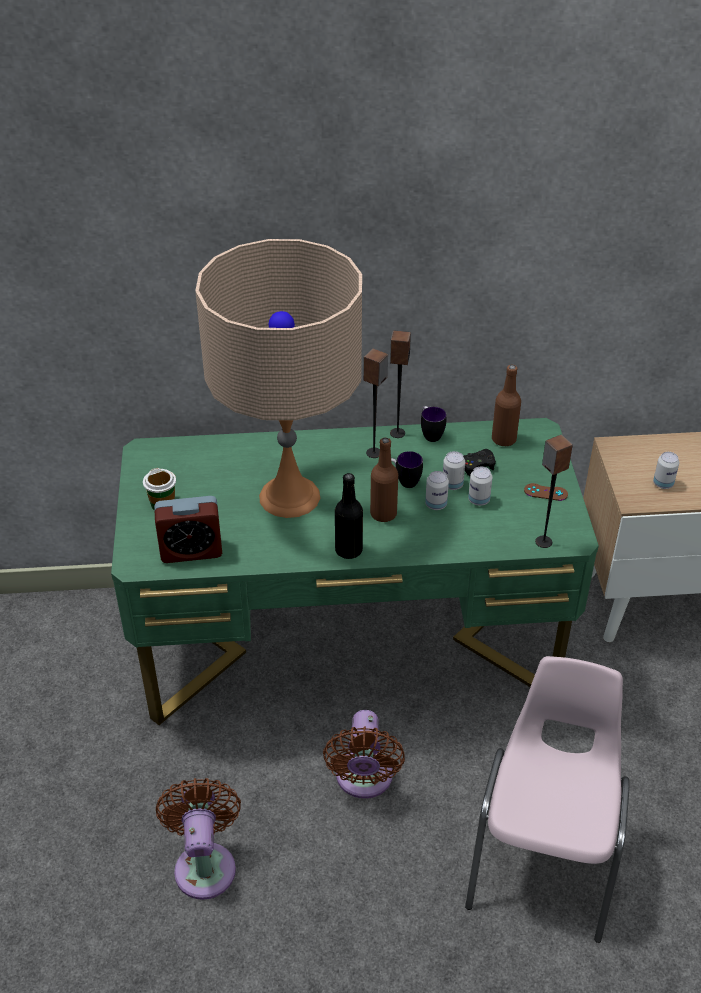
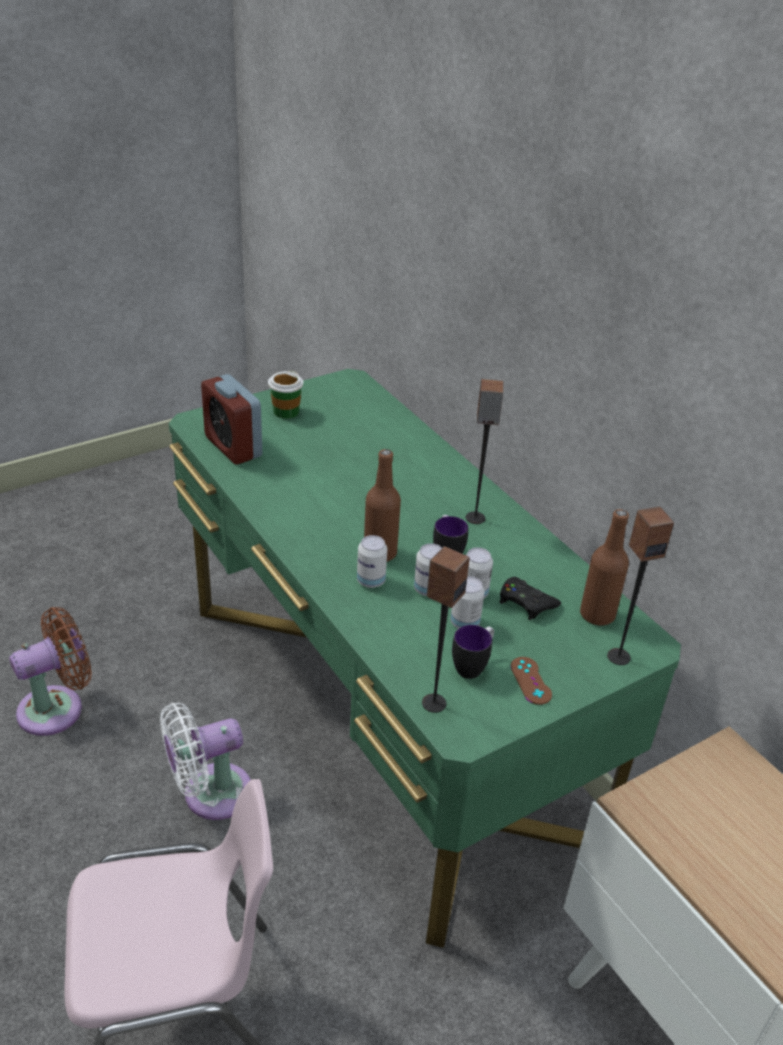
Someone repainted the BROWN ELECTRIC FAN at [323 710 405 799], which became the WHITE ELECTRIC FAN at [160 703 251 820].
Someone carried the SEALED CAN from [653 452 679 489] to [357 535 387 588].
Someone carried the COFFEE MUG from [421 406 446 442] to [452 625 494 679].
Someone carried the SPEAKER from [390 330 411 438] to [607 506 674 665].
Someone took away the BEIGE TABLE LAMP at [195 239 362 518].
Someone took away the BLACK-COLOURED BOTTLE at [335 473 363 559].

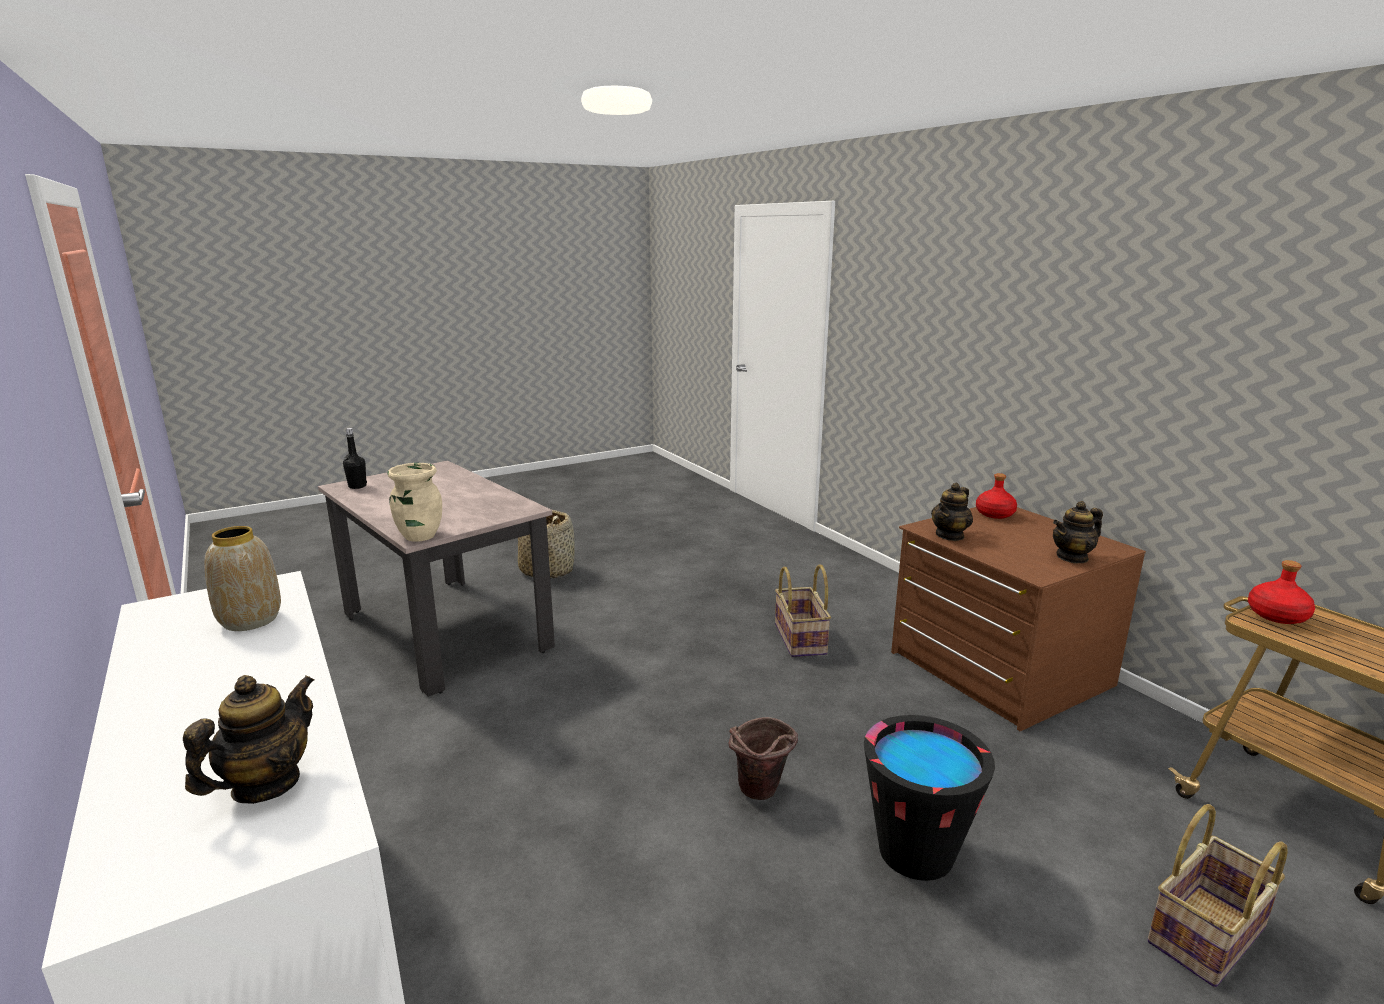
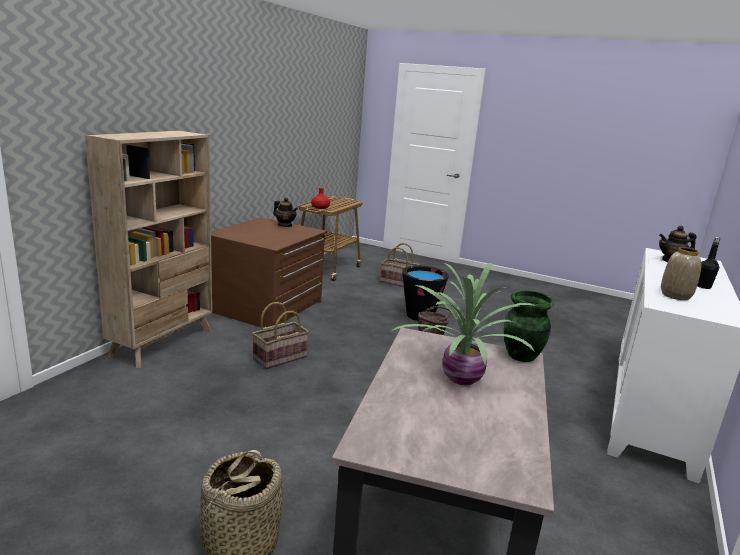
Someone put down the BEIGE SHELVING UNIT at [85 131 212 368].
Someone put down the POTTED PLANT at [390 263 536 385].
Someone repainted the BEIGE DECORATIVE VASE at [387 463 442 542], which became the GREEN-COLOURED DECORATIVE VASE at [504 290 554 362].
Someone carried the BLACK-COLOURED BOTTLE from [343 428 367 489] to [697 237 721 289].
Someone took away the TEAPOT at [931 483 973 541].
Someone took away the RED-COLOURED BOTTLE at [976 473 1017 519].

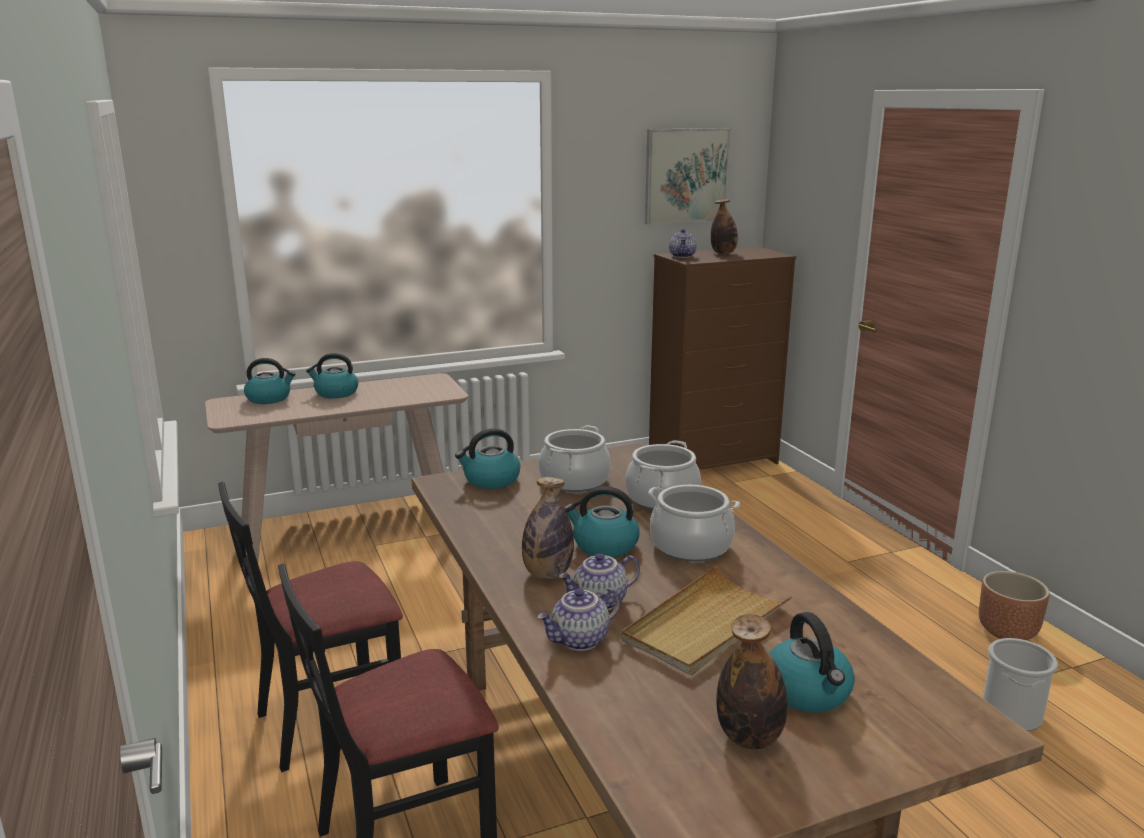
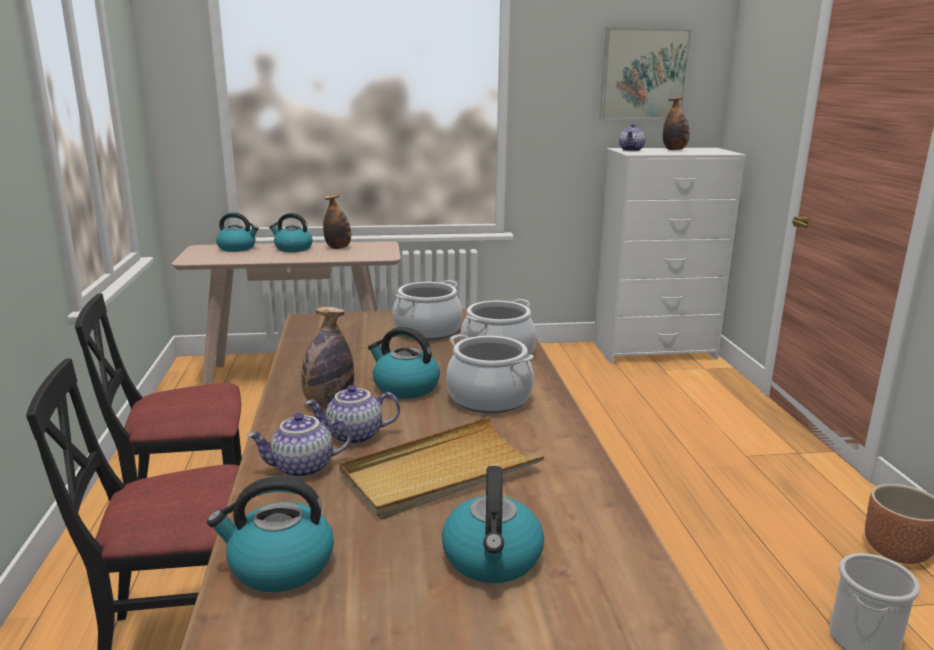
Someone carried the WATER KETTLE from [455 428 520 489] to [207 477 334 592].
Someone carried the BOTTLE from [716 614 788 749] to [323 194 351 249].
Someone repainted the BROWN DRAWER CHEST at [649 247 796 470], which became the WHITE DRAWER CHEST at [594 148 746 364].

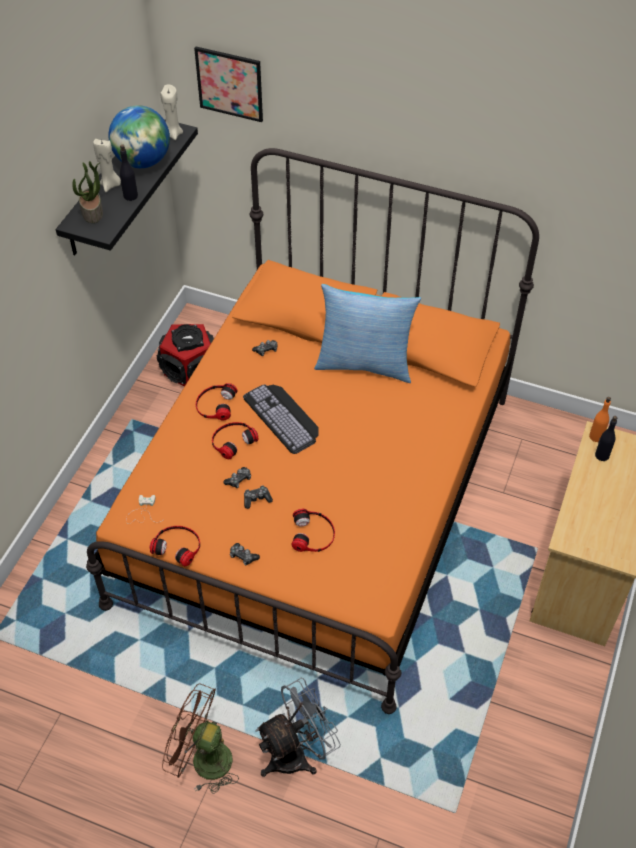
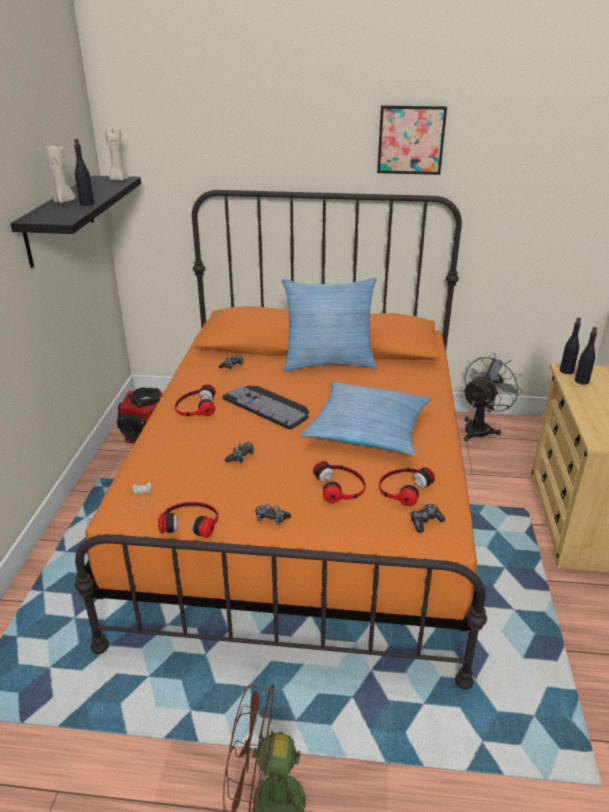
Someone put down the THROW PILLOW at [301 382 432 455].
Someone carried the WALL ART from [194 47 263 122] to [377 105 447 175].
Someone carried the HEADSET from [212 422 258 459] to [379 467 435 506].
Someone carried the GAME CONTROLLER from [244 485 273 509] to [411 504 445 533].
Someone carried the GREY ELECTRIC FAN from [255 678 341 777] to [463 353 523 442].
Someone repainted the ORANGE BOTTLE at [589 397 611 442], which became the BLACK-COLOURED BOTTLE at [560 318 581 374].
Someone took away the POTTED PLANT at [73 161 103 223].
Someone took away the GLOBE at [108 105 170 168].

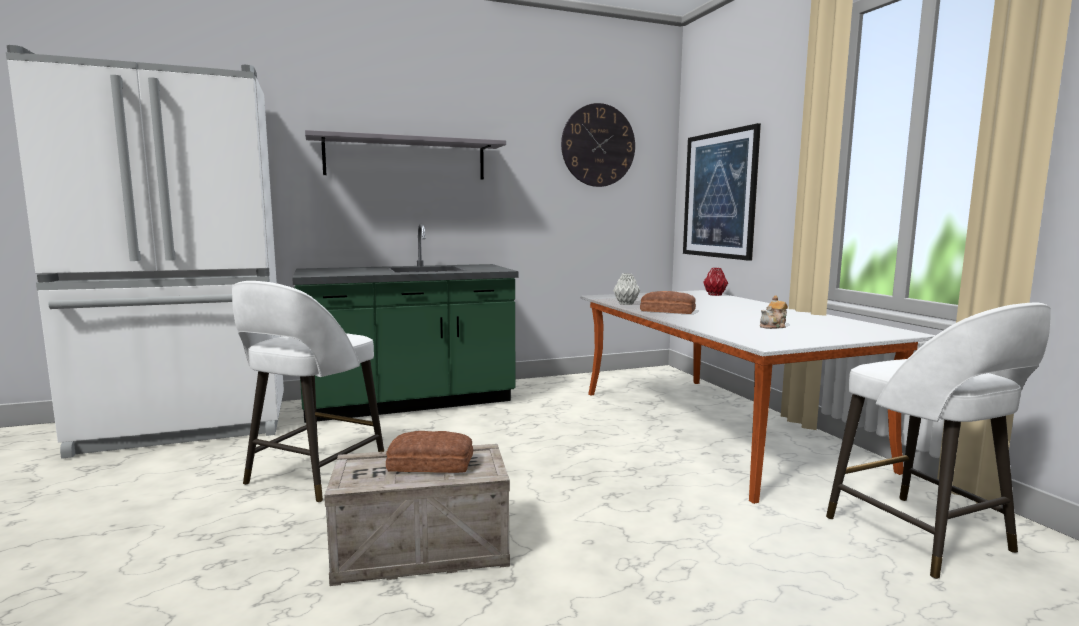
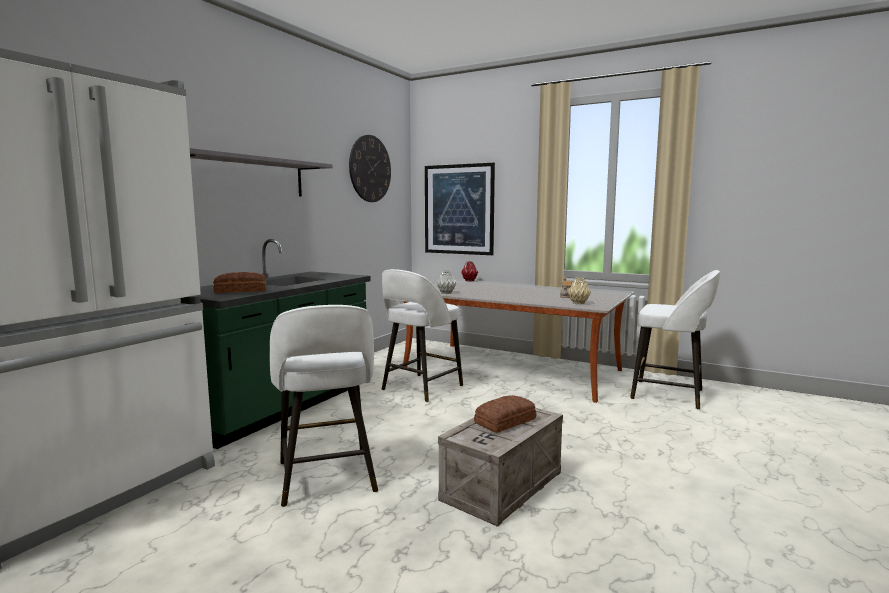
Someone carried the BAKERY BREAD from [640 291 696 314] to [213 272 266 293].
Someone put down the WHITE SITTING STOOL at [382 269 463 402].
Someone put down the BEIGE DECORATIVE VASE at [568 278 591 304].

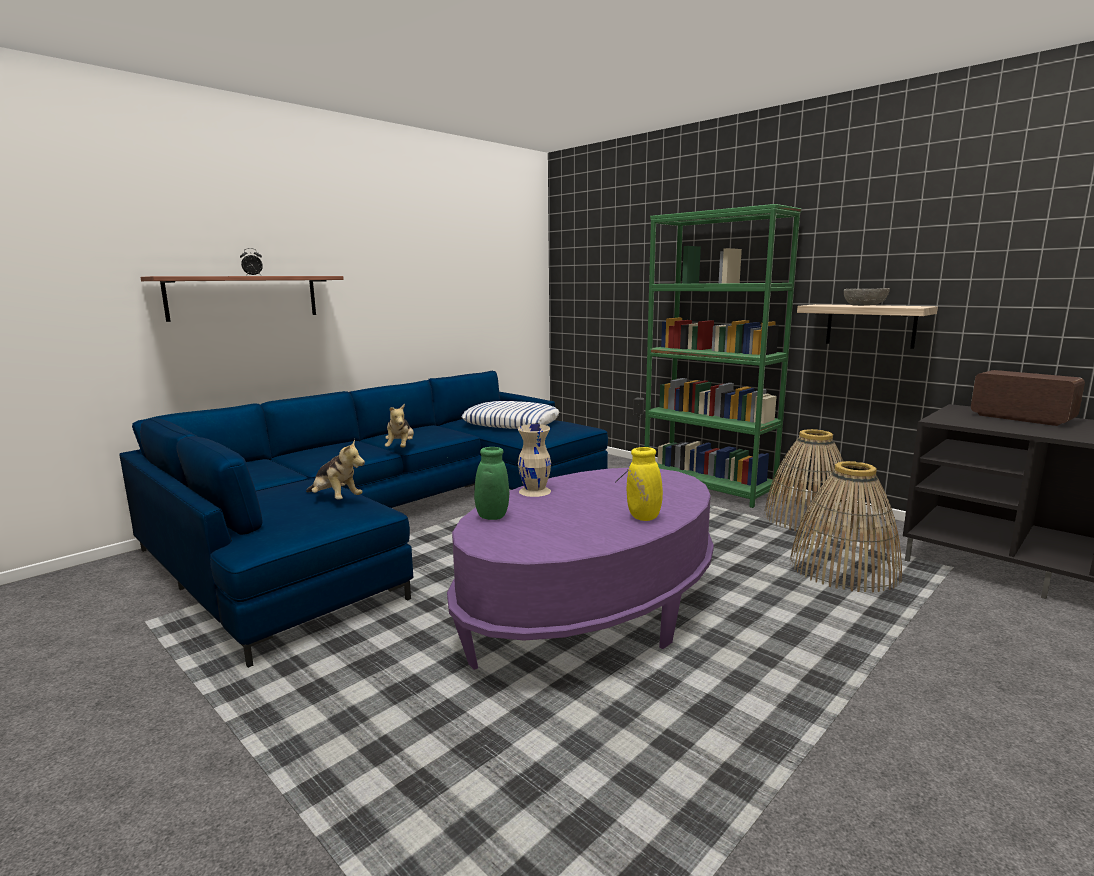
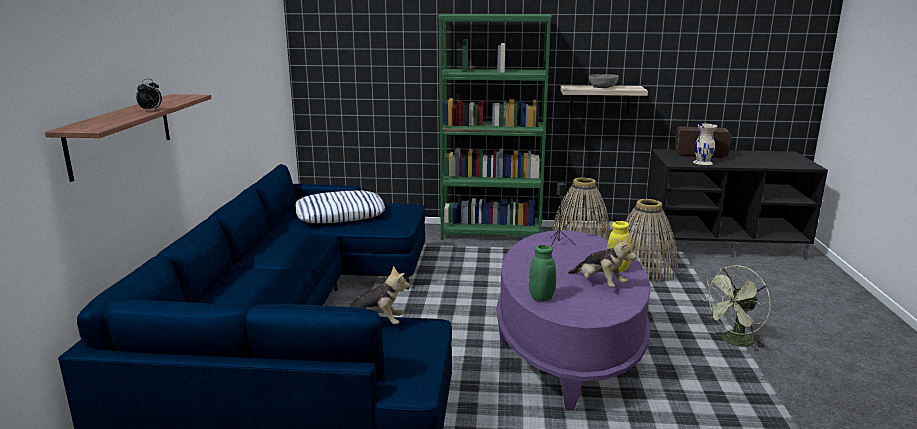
Someone carried the SOFT TOY from [385 404 414 447] to [568 237 636 287].
Someone carried the BEIGE DECORATIVE VASE from [518 424 551 497] to [693 123 718 165].
Someone put down the GREEN-COLOURED ELECTRIC FAN at [702 265 771 352].

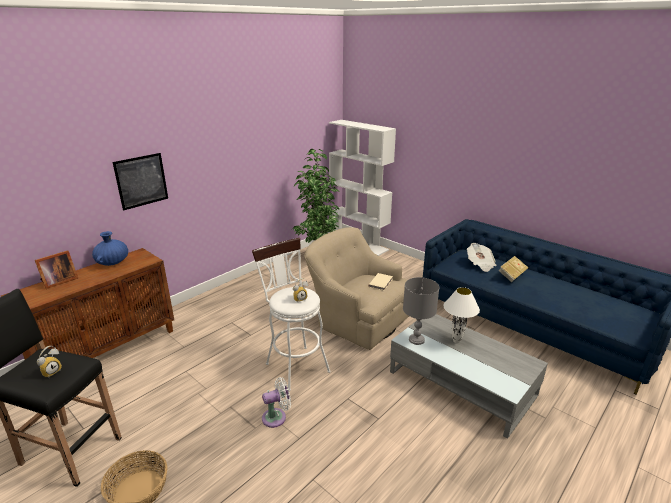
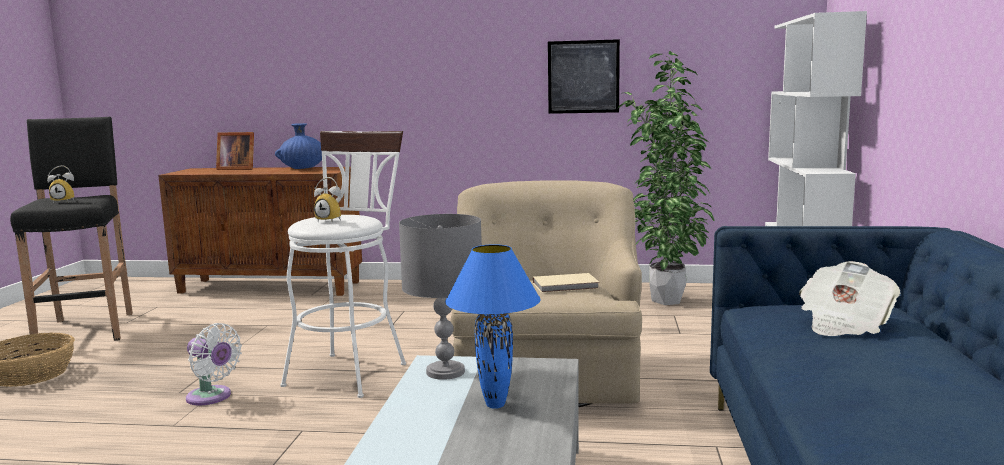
Someone repainted the WHITE TABLE LAMP at [444 287 480 343], which became the BLUE-COLOURED TABLE LAMP at [445 244 541 409].
Someone carried the WALL ART from [113 153 168 210] to [548 39 620 114].
Someone took away the BOUND BOOK at [498 256 528 282].

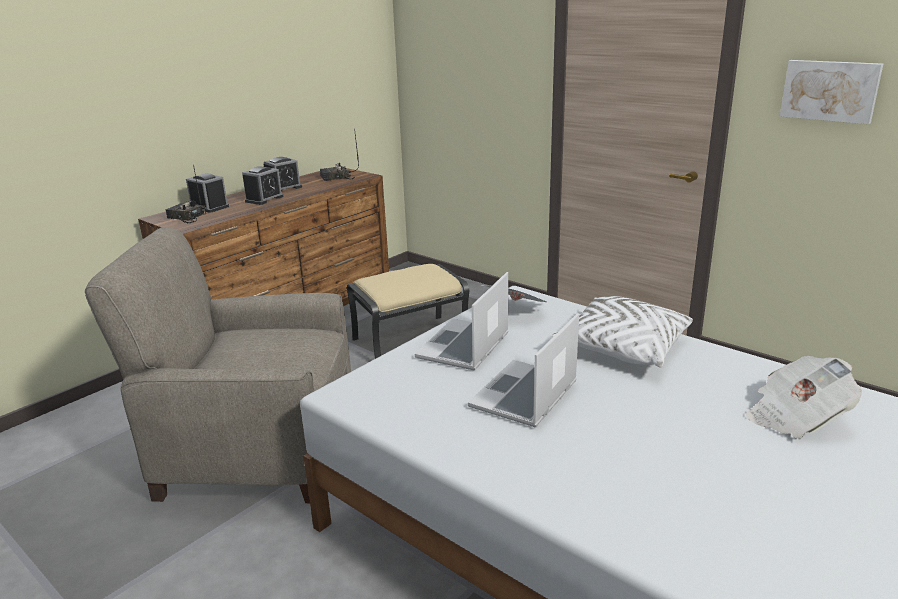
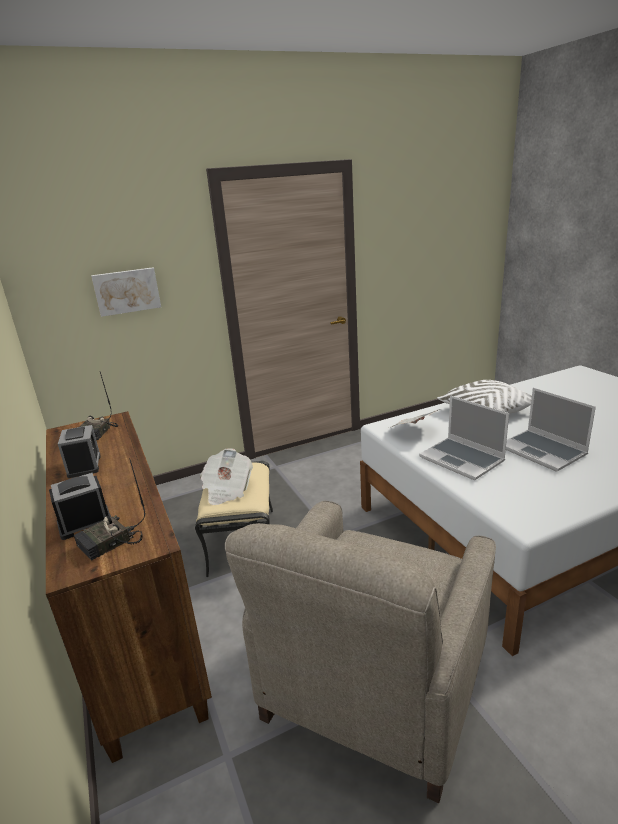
Someone carried the WALL ART from [780 60 883 124] to [91 267 161 317].
Someone carried the PRINTED PAPER from [746 356 862 439] to [200 448 253 505].
Someone took away the BEDSIDE CLOCK at [242 166 283 205].

